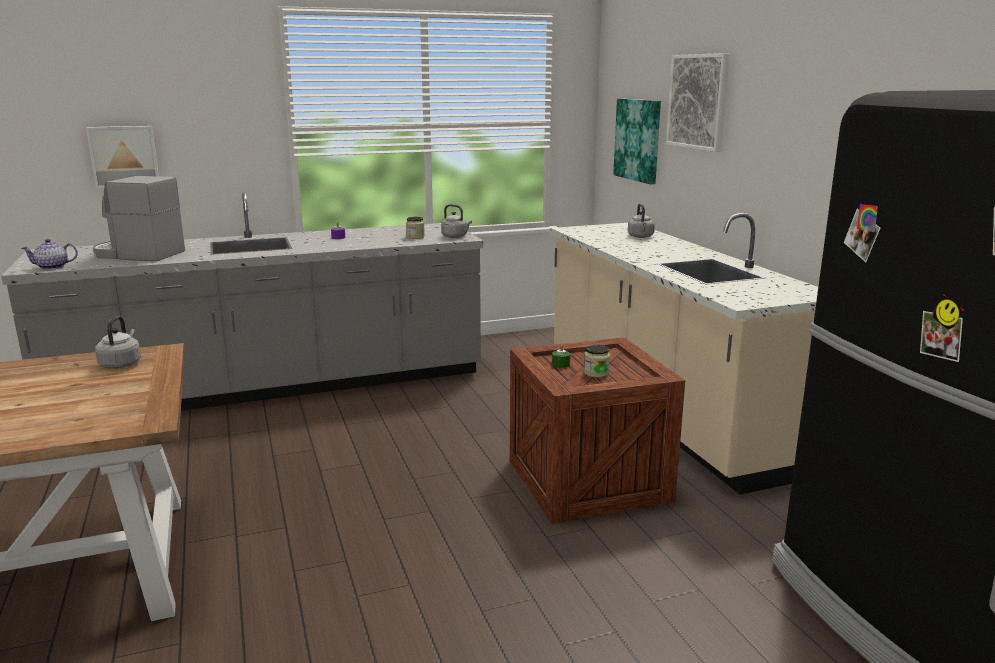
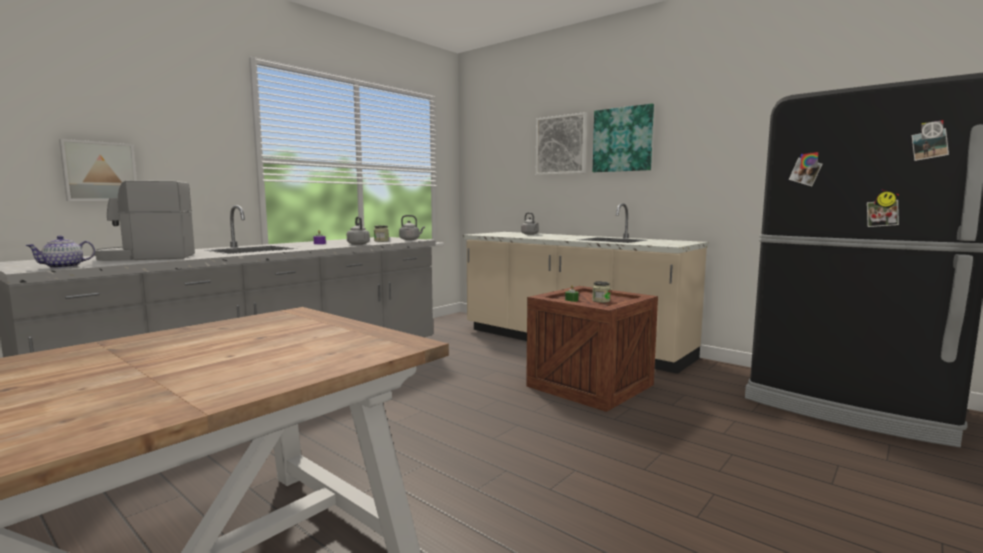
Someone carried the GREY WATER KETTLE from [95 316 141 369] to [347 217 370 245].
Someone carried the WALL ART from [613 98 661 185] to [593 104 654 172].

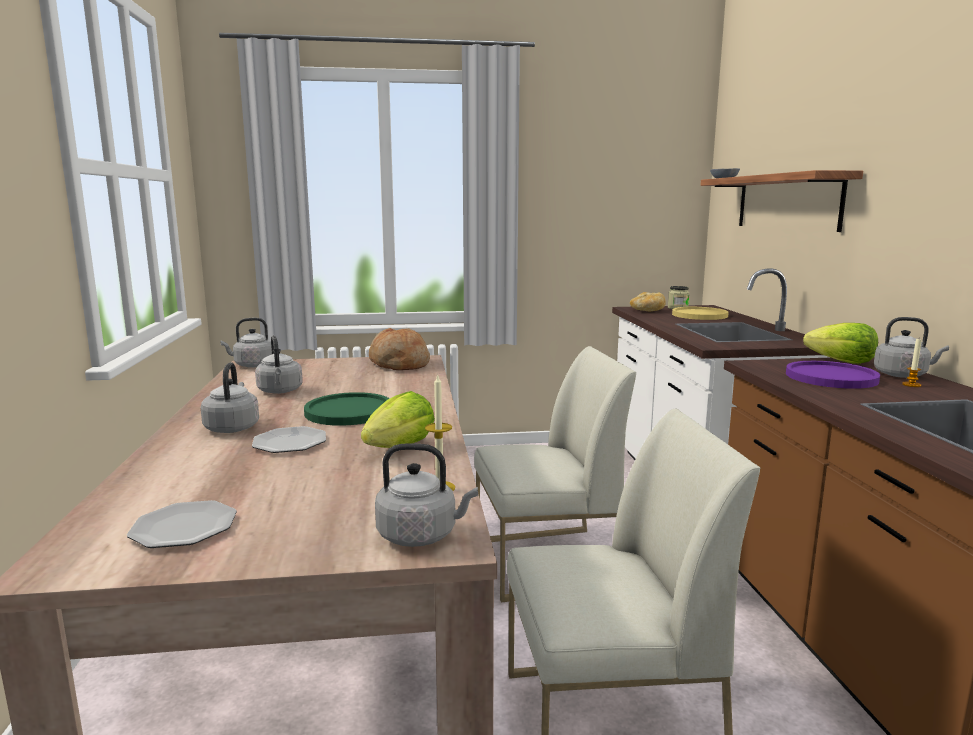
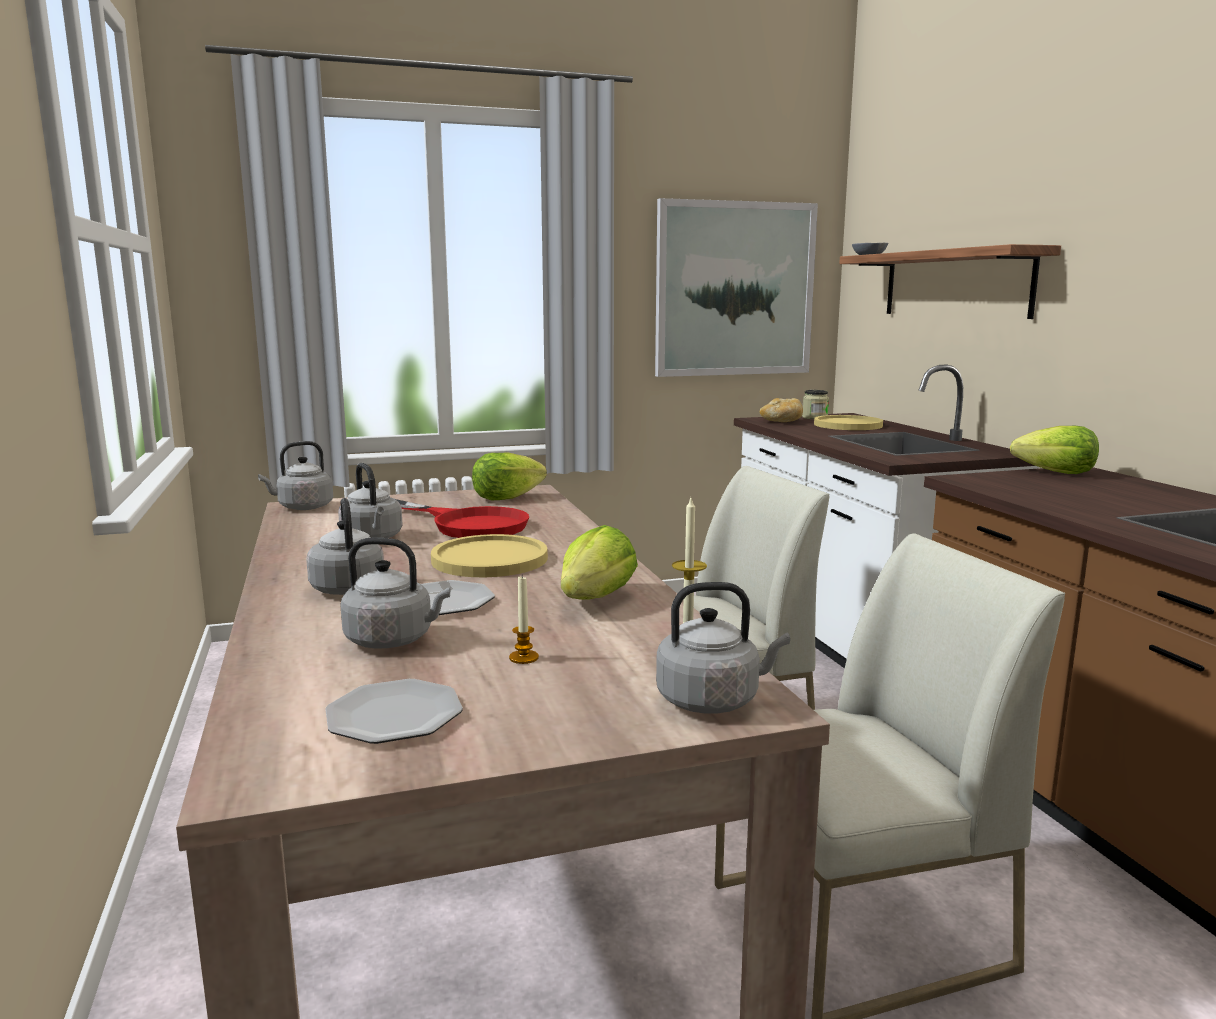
Someone carried the GREY WATER KETTLE from [874 317 949 378] to [340 538 450 649].
Someone put down the RED-COLOURED FRYING PAN at [396 499 529 538].
Someone repainted the GREEN-COLOURED DINNER PLATE at [304 392 390 426], which became the YELLOW-COLOURED DINNER PLATE at [431 534 548 577].
Someone swapped the BAKERY BREAD at [369 328 430 370] for the HEAD OF LETTUCE at [472 453 547 500].
Someone carried the WAX CANDLE from [902 339 921 387] to [509 576 539 664].
Someone put up the WALL ART at [655 198 818 377].
Someone took away the PURPLE DINNER PLATE at [786 361 880 389].

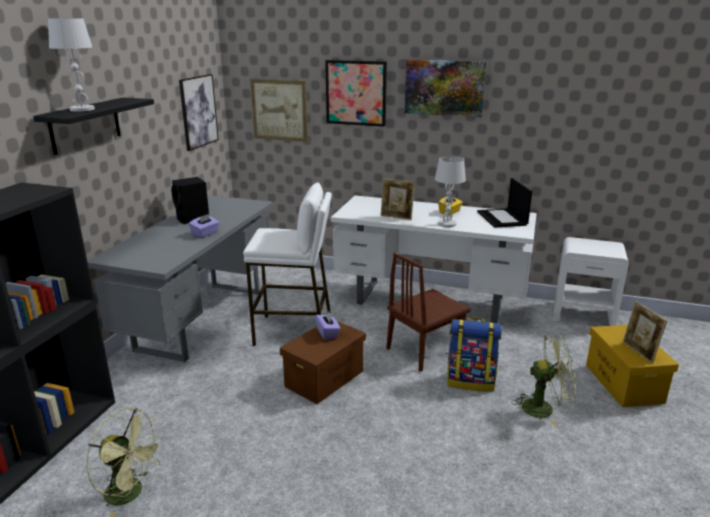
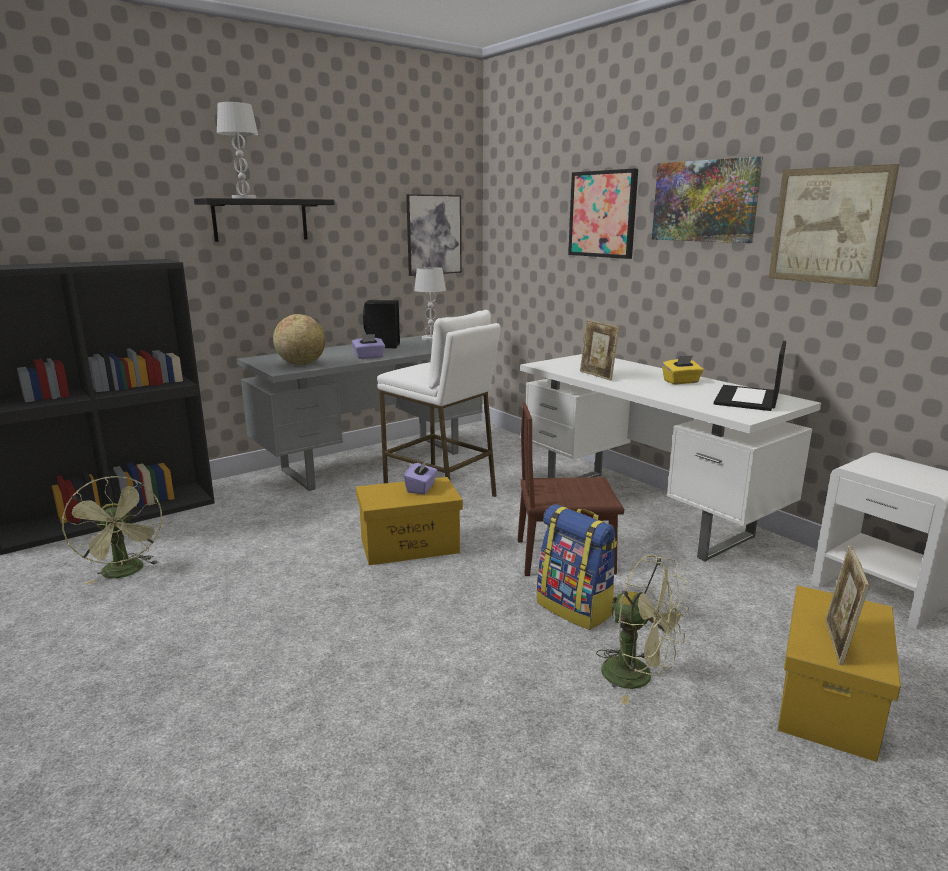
Someone put down the GLOBE at [273 314 325 365].
Someone repainted the BROWN STORAGE BOX at [280 321 366 404], which became the YELLOW-COLOURED STORAGE BOX at [356 477 463 565].
Someone carried the WHITE TABLE LAMP from [435 156 466 227] to [414 267 446 341].
Someone carried the WALL ART from [250 79 308 142] to [769 164 900 287].

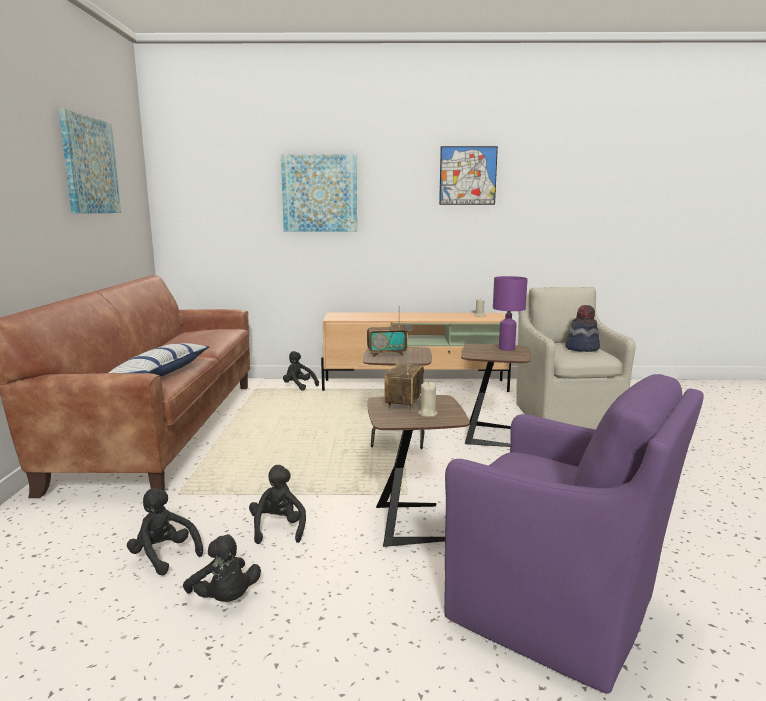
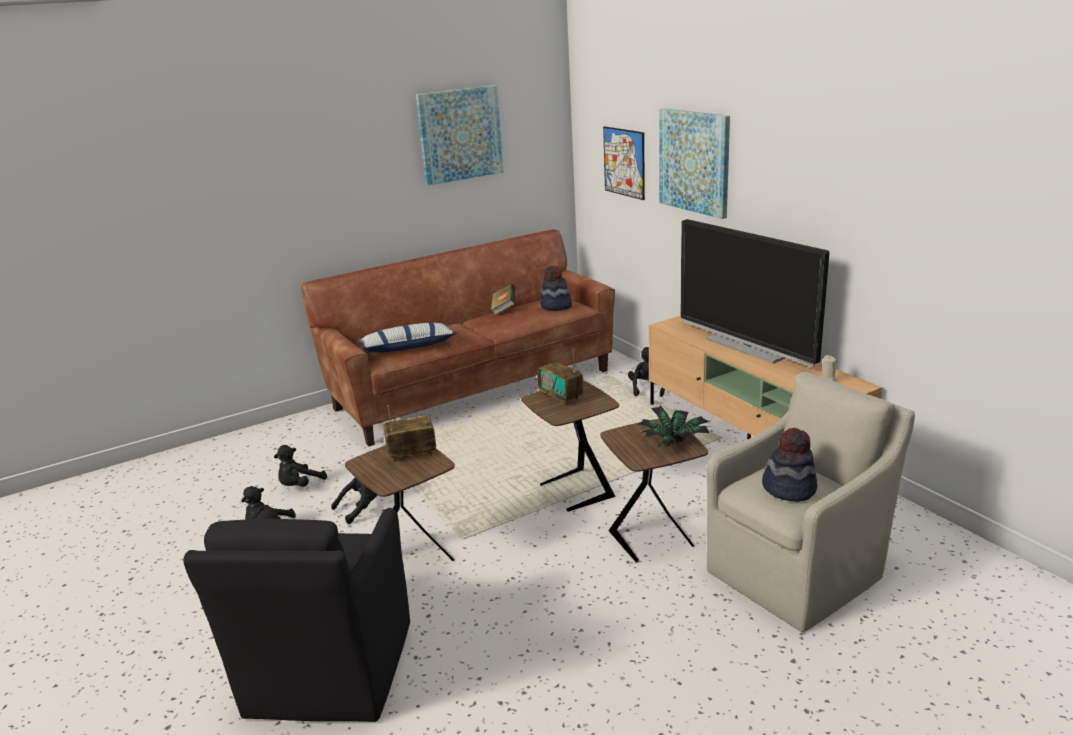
Someone repainted the PURPLE LOUNGE CHAIR at [444 374 704 694], which became the BLACK-COLOURED LOUNGE CHAIR at [183 508 410 722].
Someone rotated the BLACK-COLOURED SOFT TOY at [127 488 203 575] by 150 degrees counterclockwise.
Someone put down the BOUND BOOK at [491 284 515 315].
Someone put down the HAT at [540 266 572 310].
Someone carried the WALL ART from [439 146 498 205] to [603 126 645 200].
Someone swapped the PURPLE TABLE LAMP at [493 276 527 351] for the POTTED PLANT at [638 405 712 448].
Someone put down the TELEVISION at [681 219 829 367].
Someone took away the BEIGE WAX CANDLE at [418 382 437 417].

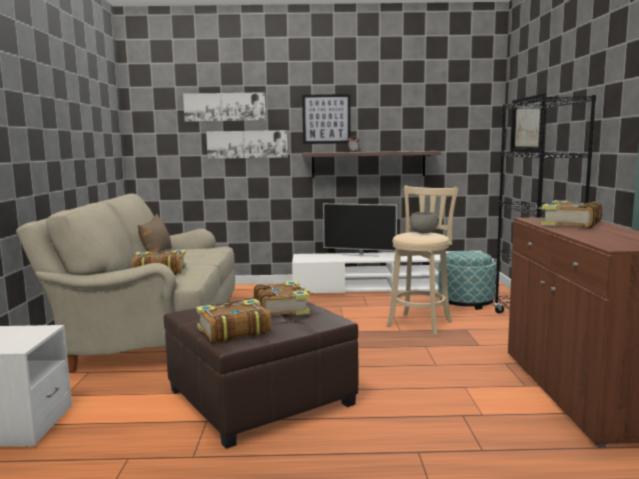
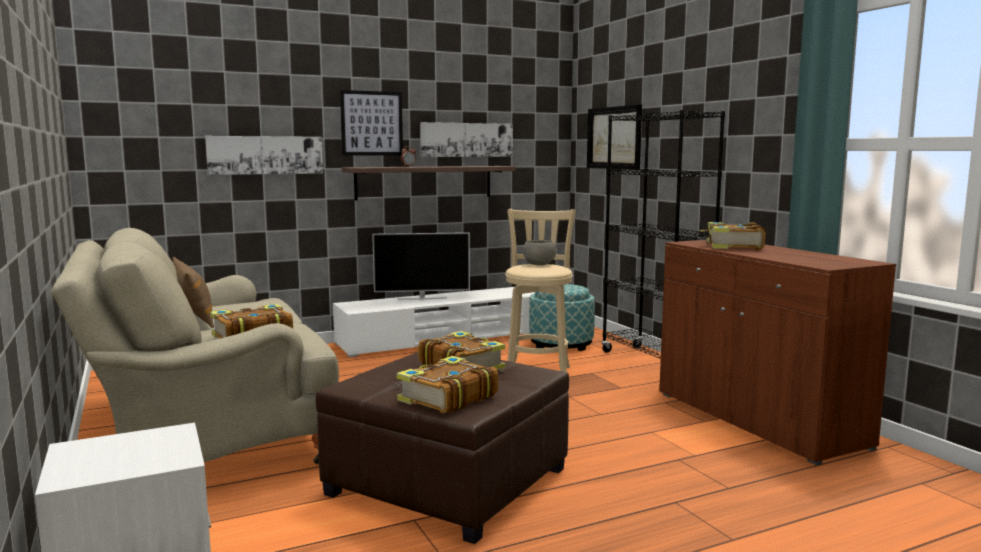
Someone carried the WALL ART from [183 92 266 122] to [420 122 513 157].

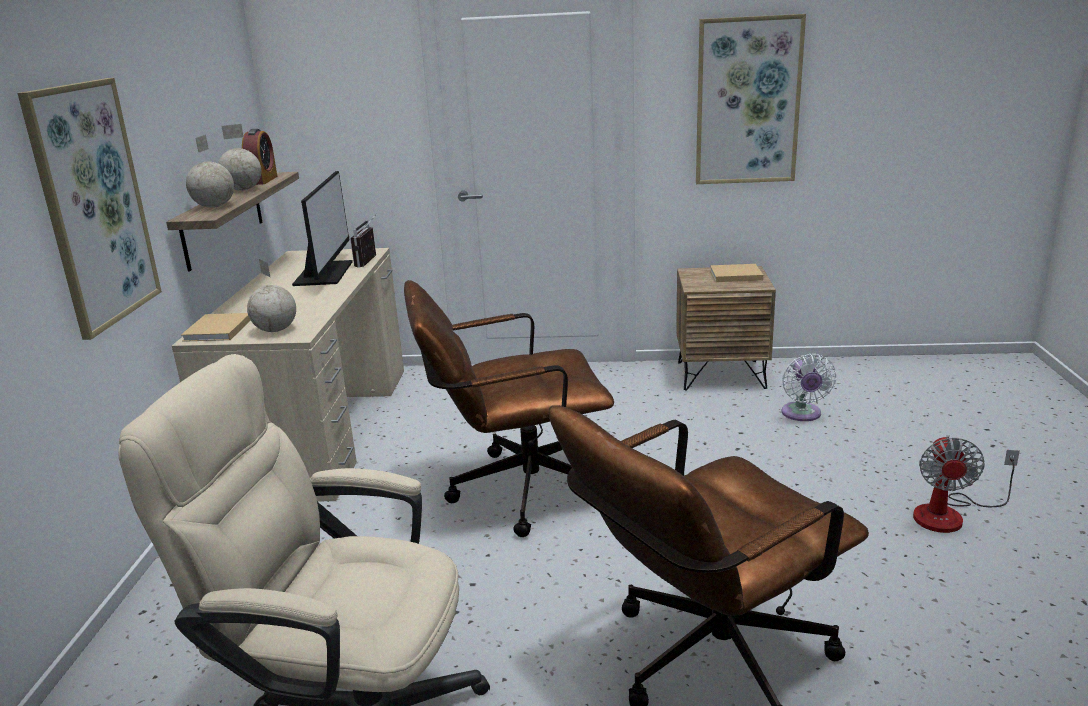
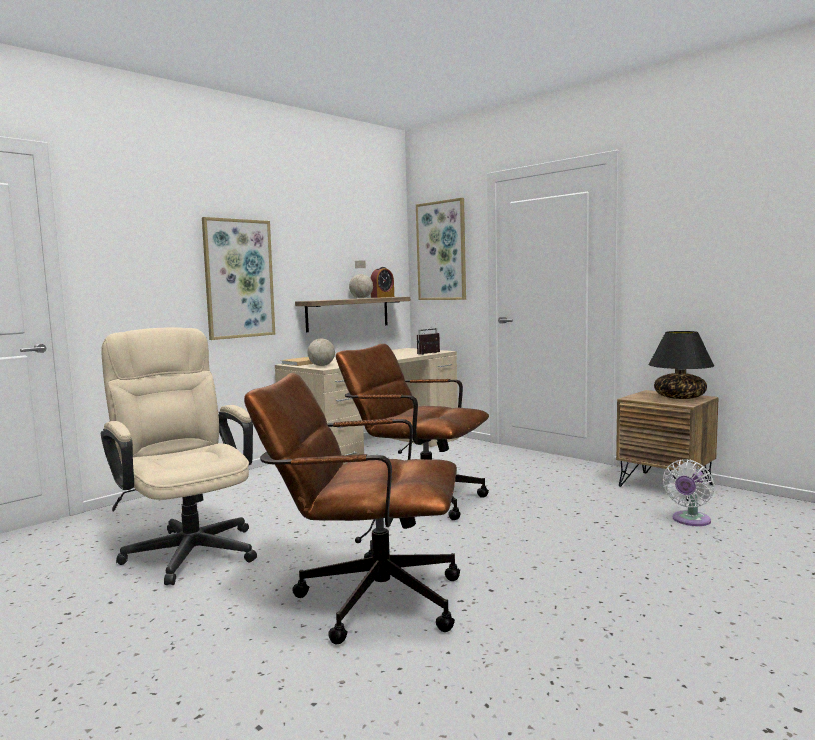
Someone carried the WALL ART from [696 14 806 184] to [416 198 466 300].
Someone swapped the BEIGE BOUND BOOK at [710 264 763 282] for the BLACK-COLOURED TABLE LAMP at [648 331 714 399].
Someone took away the GLOBE at [186 135 234 208].
Someone took away the COMPUTER DISPLAY at [292 171 353 286].
Someone took away the ELECTRIC FAN at [913 435 1020 533].

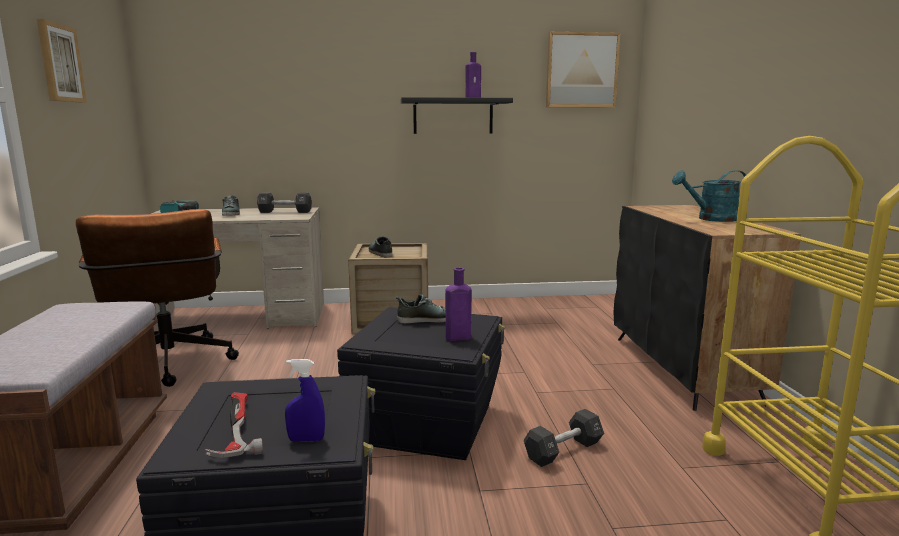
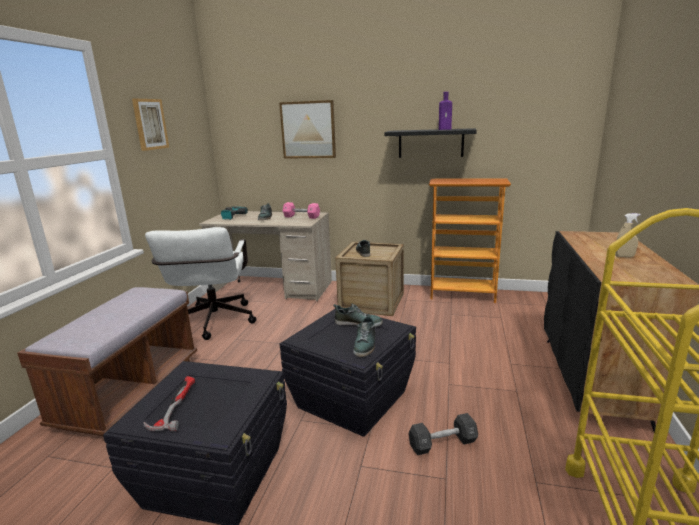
Someone repainted the BROWN OFFICE CHAIR at [76 209 239 387], which became the WHITE OFFICE CHAIR at [145 227 256 340].
Someone carried the WALL ART from [546 32 620 107] to [279 100 336 159].
Someone repainted the BLACK-COLOURED DUMBBELL at [257 192 312 213], which became the PINK-COLOURED DUMBBELL at [283 202 320 219].
Someone swapped the PURPLE BOTTLE at [445 267 472 341] for the ITEM OF FOOTWEAR at [353 314 375 357].
Someone put down the SHELVING UNIT at [429 178 511 303].
Someone swapped the BLUE-GREEN WATERING POT at [672 170 746 222] for the BEIGE SPRAY BOTTLE at [615 213 641 257].
Someone took away the BLUE-COLOURED SPRAY BOTTLE at [285 359 325 442].

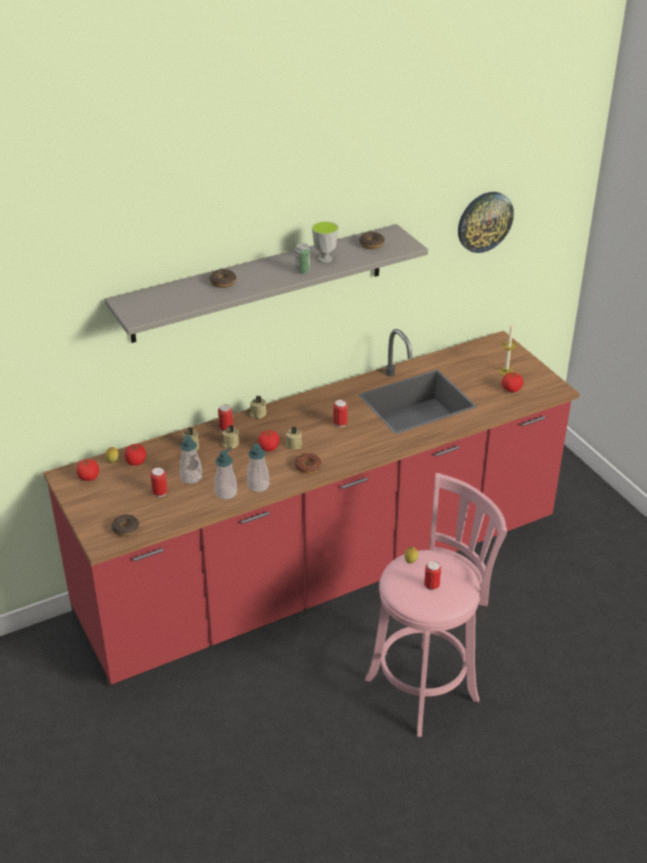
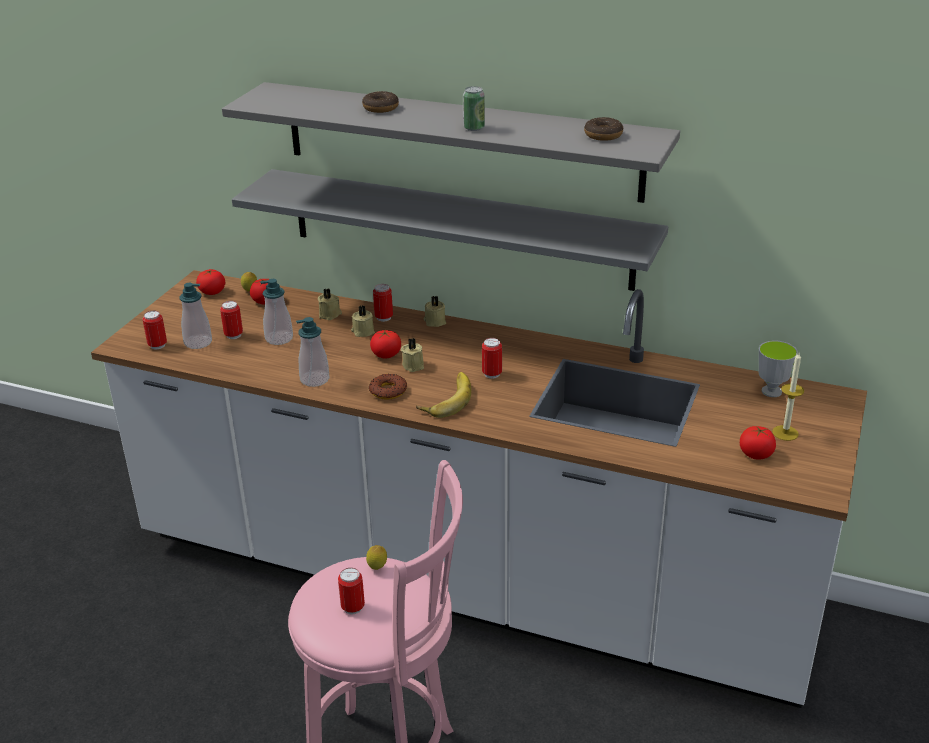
Someone repainted the RED-COLOURED KITCHEN BASE UNIT at [43 329 580 687], which became the WHITE KITCHEN BASE UNIT at [91 270 867 708].
Someone swapped the RING DOUGHNUT at [111 514 139 536] for the SEALED CAN at [143 311 167 350].
Someone carried the SOAP BOTTLE from [214 448 237 500] to [180 283 212 349].
Someone put up the GREY WALL SHELF at [232 169 668 291].
Someone put down the BANANA at [416 372 471 418].
Someone carried the DRINKING CUP from [312 221 339 262] to [759 340 798 397].
Someone took away the HANGING CLOCK at [458 192 514 253].

